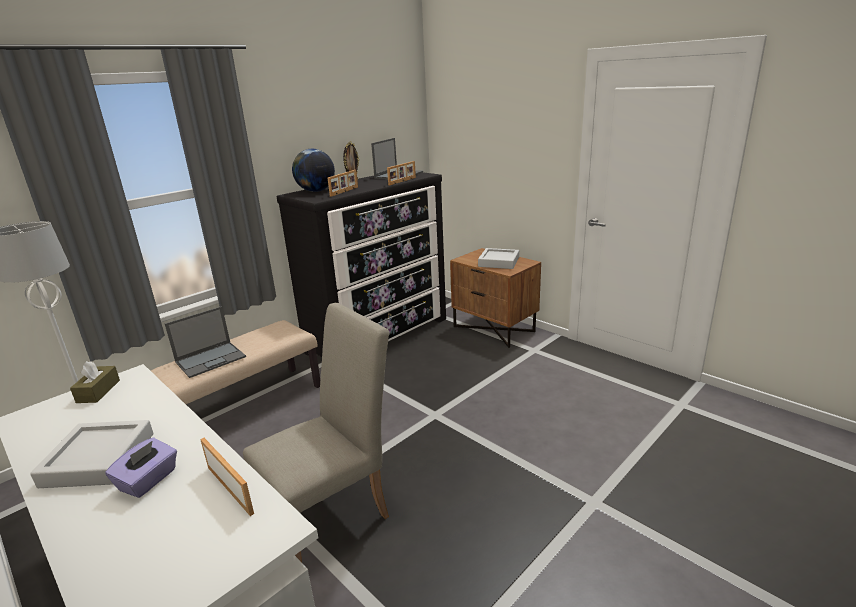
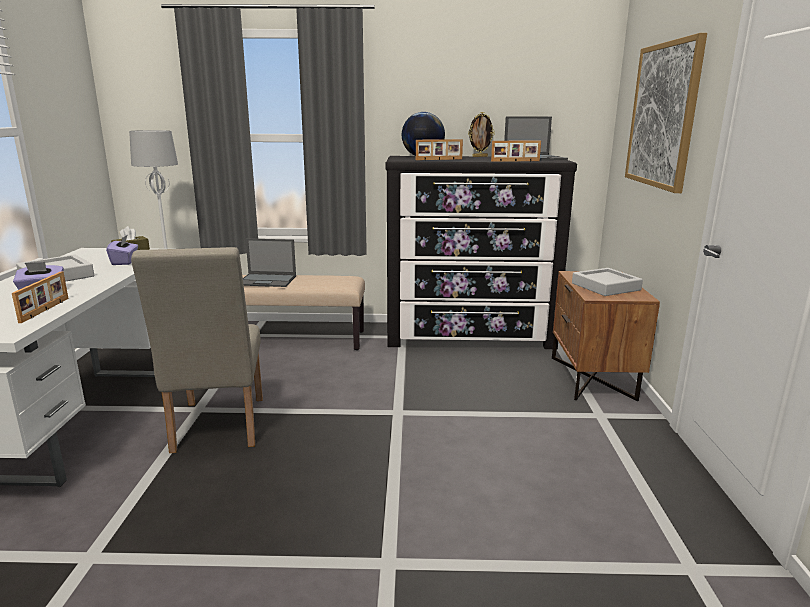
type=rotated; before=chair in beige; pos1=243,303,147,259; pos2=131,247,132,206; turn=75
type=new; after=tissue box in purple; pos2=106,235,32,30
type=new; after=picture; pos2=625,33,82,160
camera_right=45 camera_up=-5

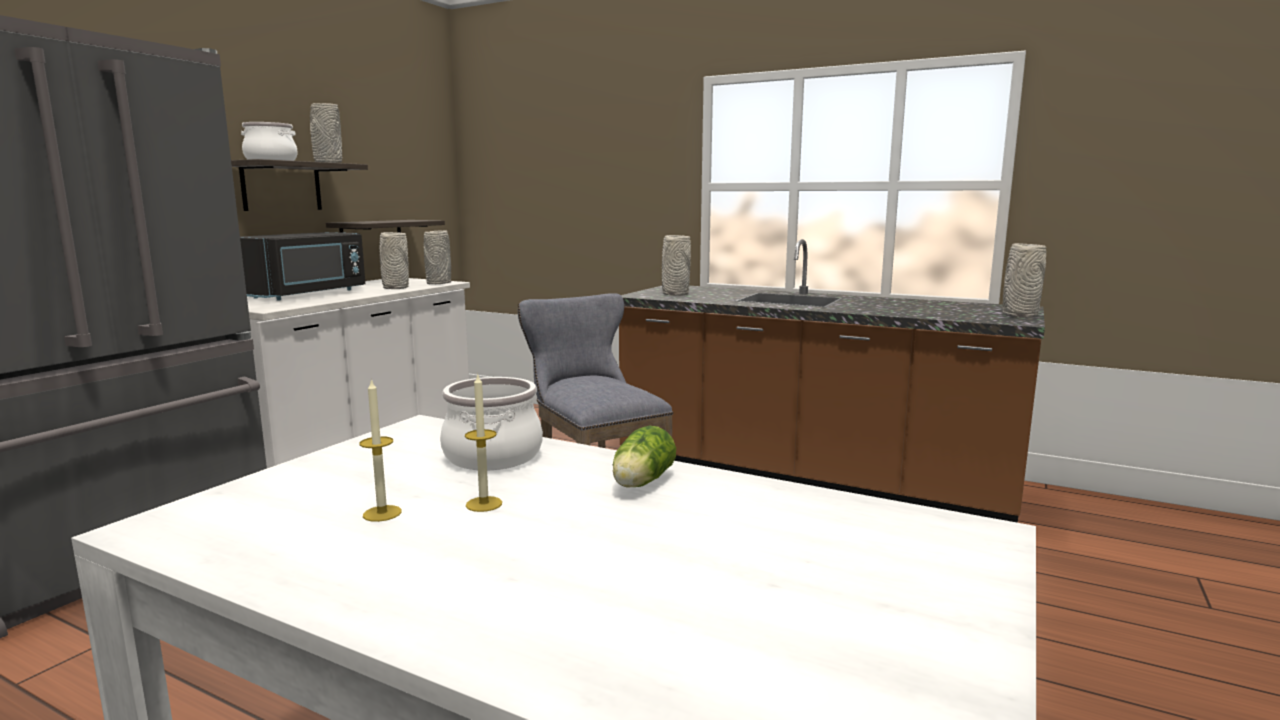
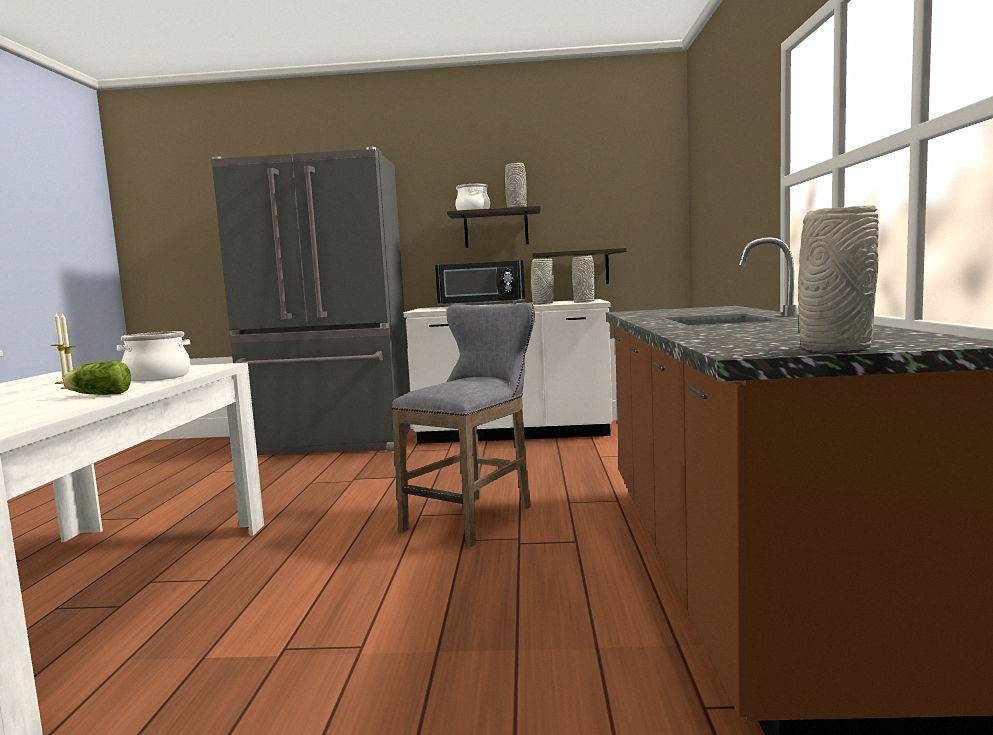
type=gone; before=vase in grey; pos1=662,235,29,61
camera_right=65 camera_up=-5

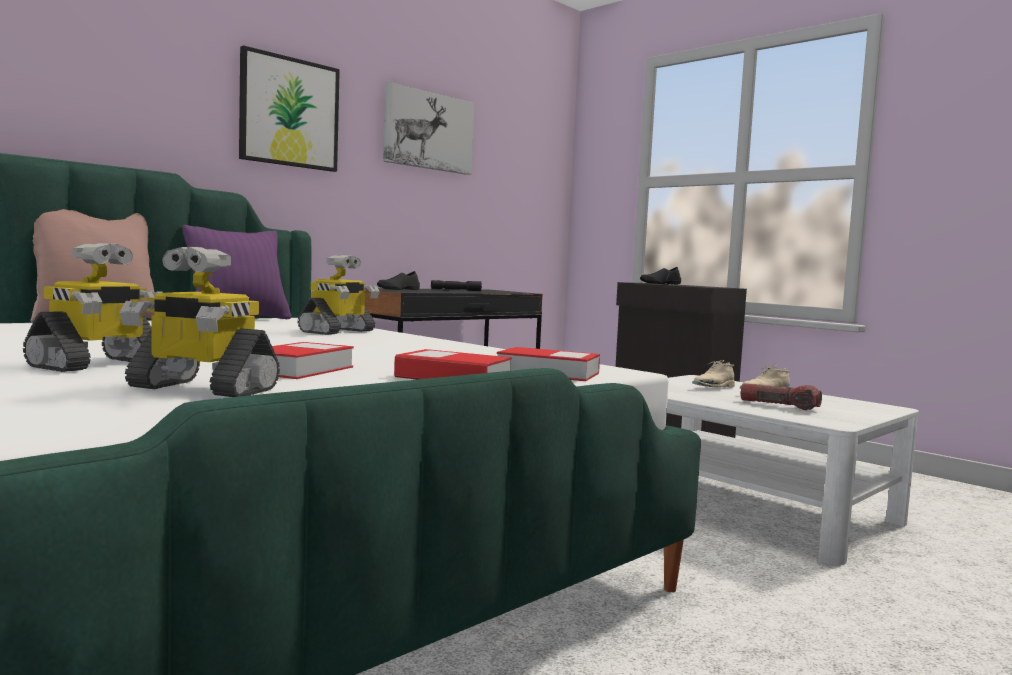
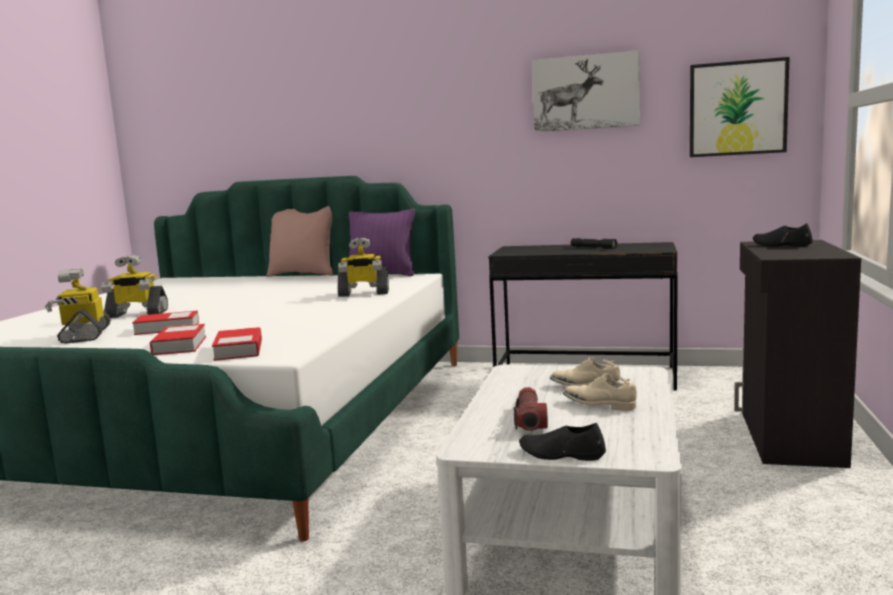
type=shifted; before=picture; pos1=239,45,101,127; pos2=690,57,100,100
type=shifted; before=shoe in black; pos1=377,271,43,19; pos2=519,423,87,38
camera_right=60 camera_up=5

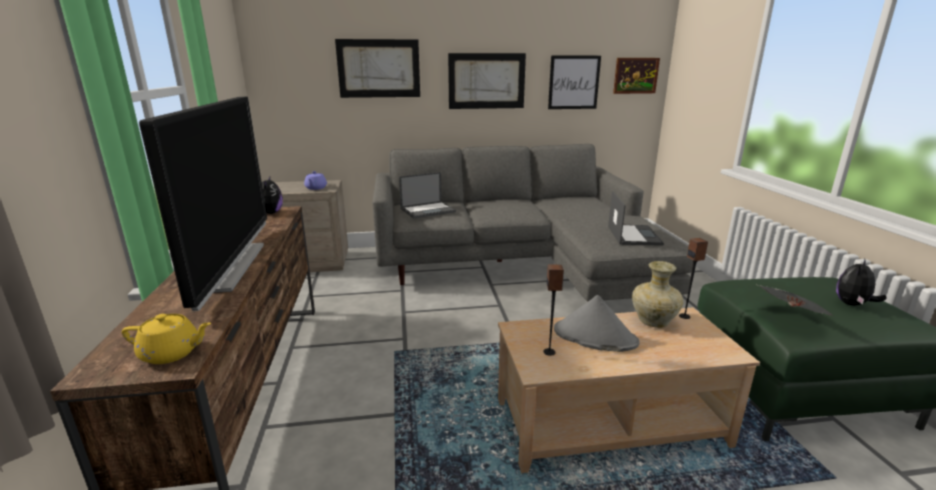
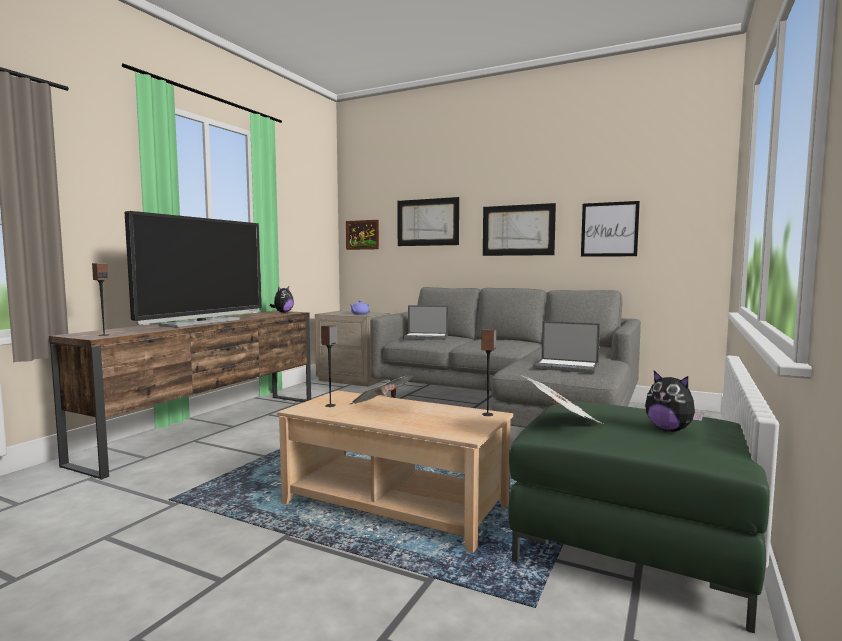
type=swapped; before=teapot in yellow; after=speaker; pos1=122,314,89,50; pos2=92,263,18,73
type=swapped; before=hat in grey; after=newspaper; pos1=554,295,86,57; pos2=350,375,64,29
type=rotated; before=laptop; pos1=608,191,56,55; pos2=533,321,67,52; turn=75
type=shifted; before=picture; pos1=613,58,47,36; pos2=346,220,33,30
type=gone; before=vase in beige; pos1=632,261,51,67
type=rotated; before=plush toy; pos1=836,259,51,47; pos2=645,371,59,60; turn=-120
camera_right=35 camera_up=-15

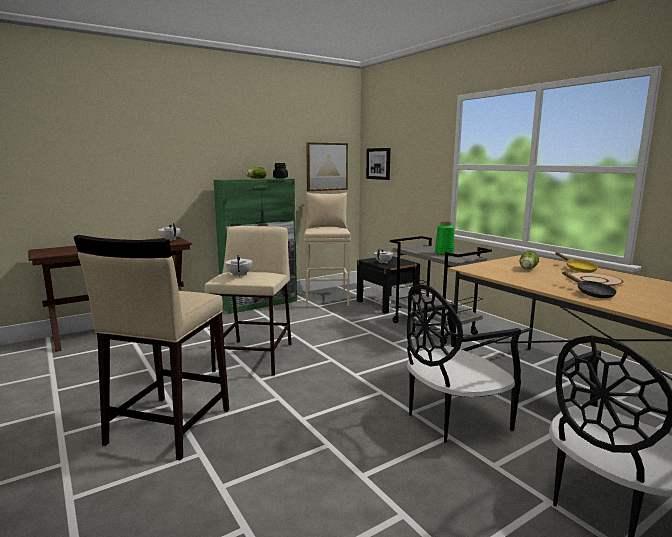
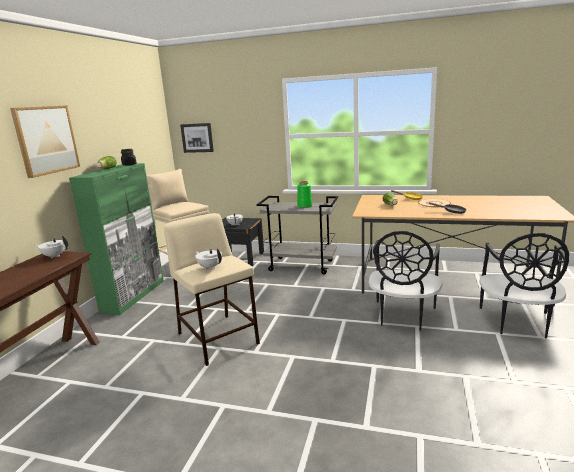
type=gone; before=stool in beige; pos1=74,235,155,226
type=shifted; before=picture; pos1=306,142,42,49; pos2=10,105,70,73
camera_right=-40 camera_up=5

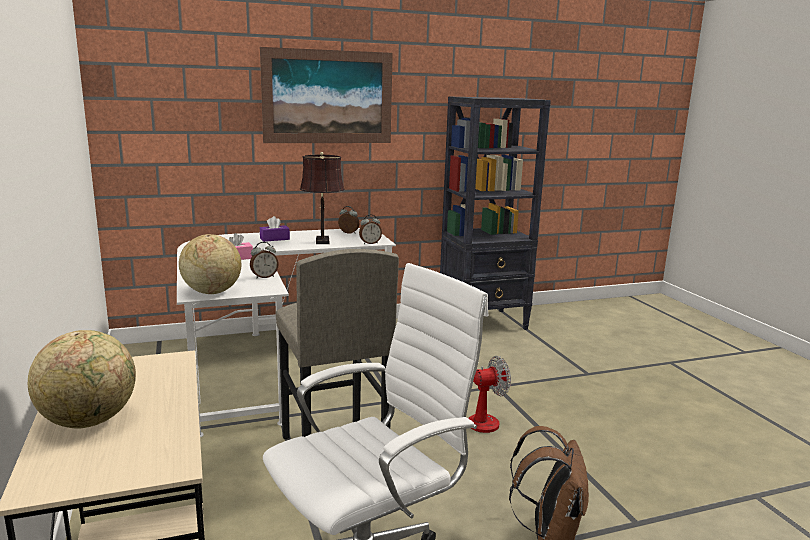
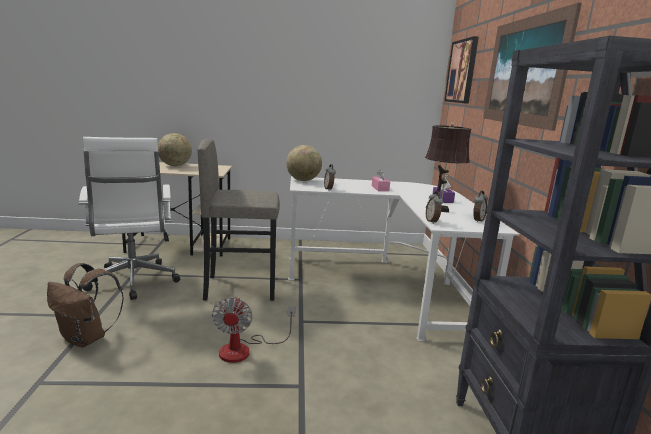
type=new; after=picture; pos2=444,36,35,68
camera_right=105 camera_up=0

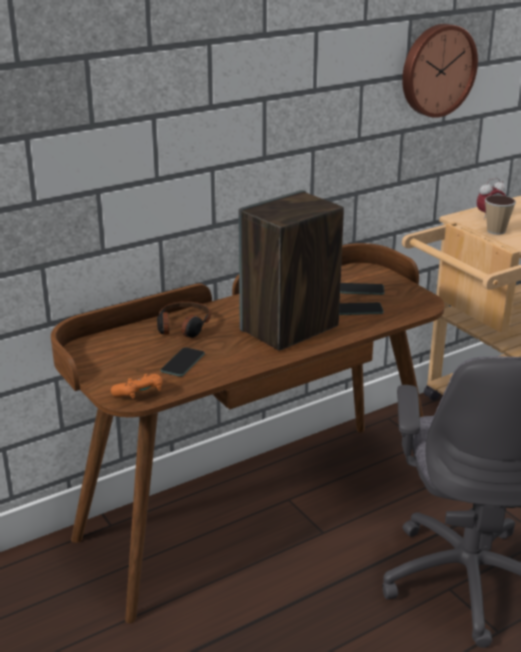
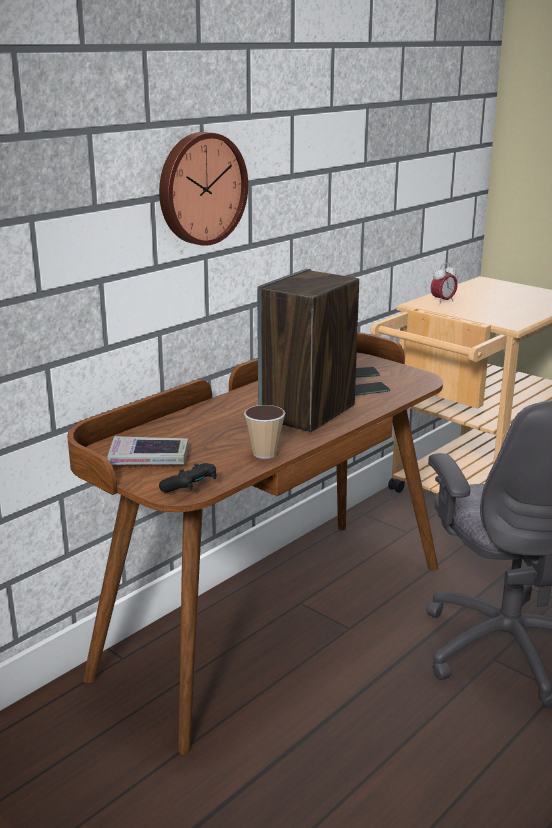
type=repainted; before=game controller in orange; after=game controller in black; pos1=111,374,51,25; pos2=159,463,57,30
type=gone; before=headphones; pos1=157,302,54,36
type=gone; before=phone; pos1=160,347,45,30
type=shifted; before=wall clock; pos1=402,24,76,94; pos2=159,132,89,114
type=shifted; before=cup; pos1=485,195,31,40; pos2=244,405,42,54
type=new; after=book; pos2=107,436,81,29
camera_right=-15 camera_up=-5

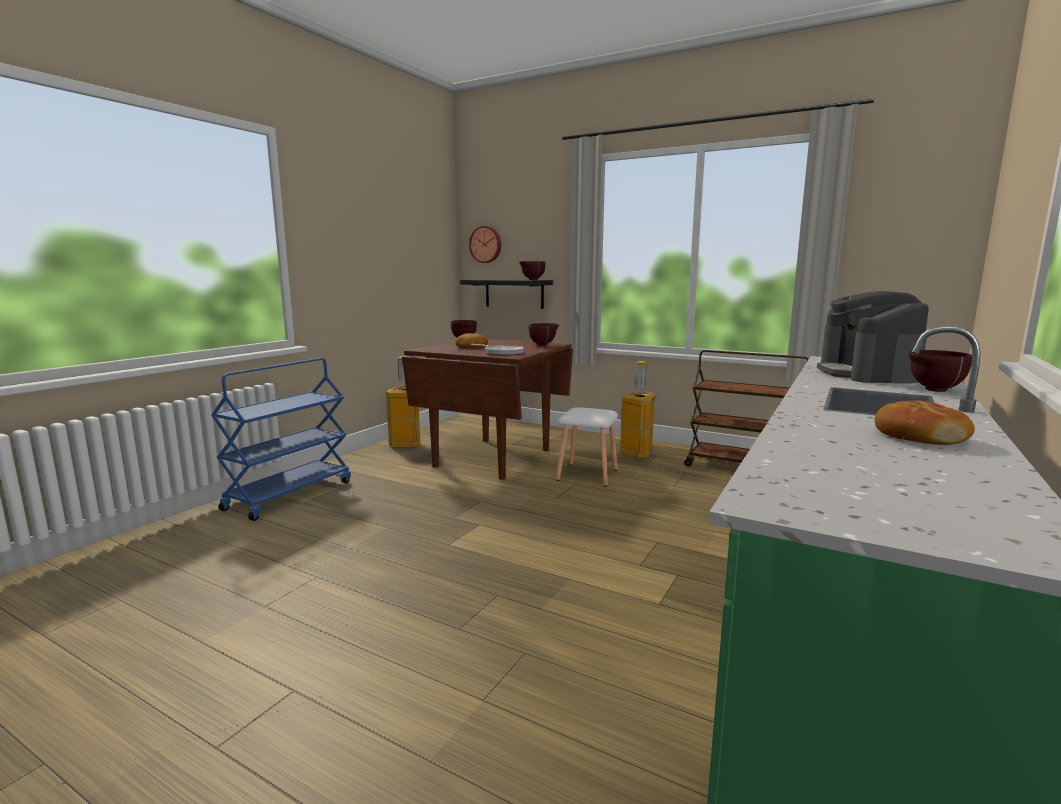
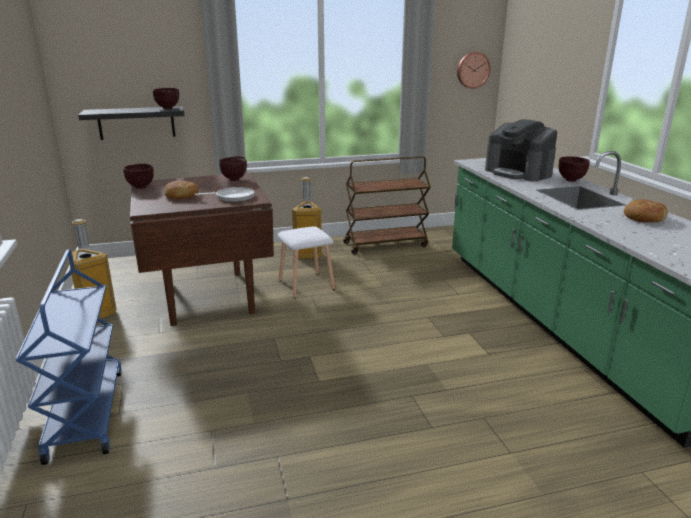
type=shifted; before=wall clock; pos1=469,226,32,37; pos2=457,52,34,37
camera_right=-45 camera_up=10

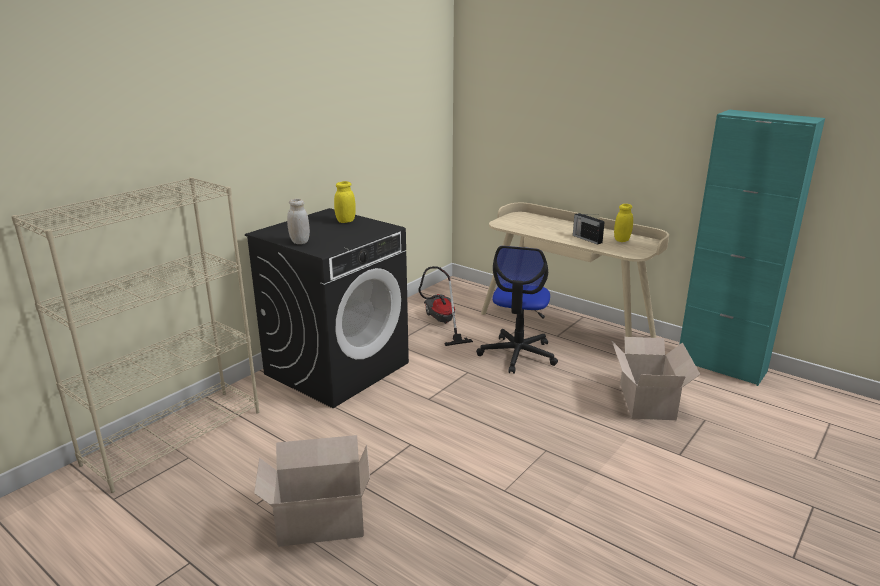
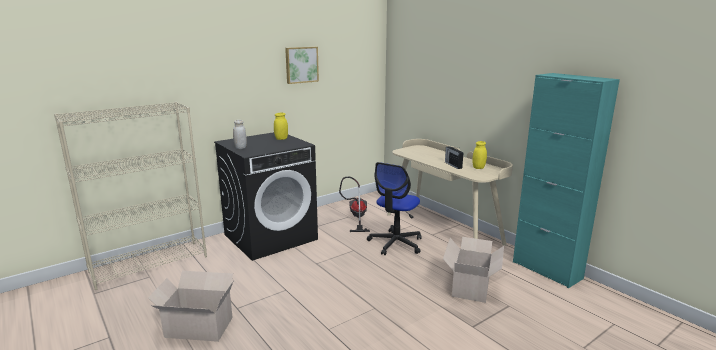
type=new; after=picture; pos2=285,47,34,37
camera_right=15 camera_up=-5

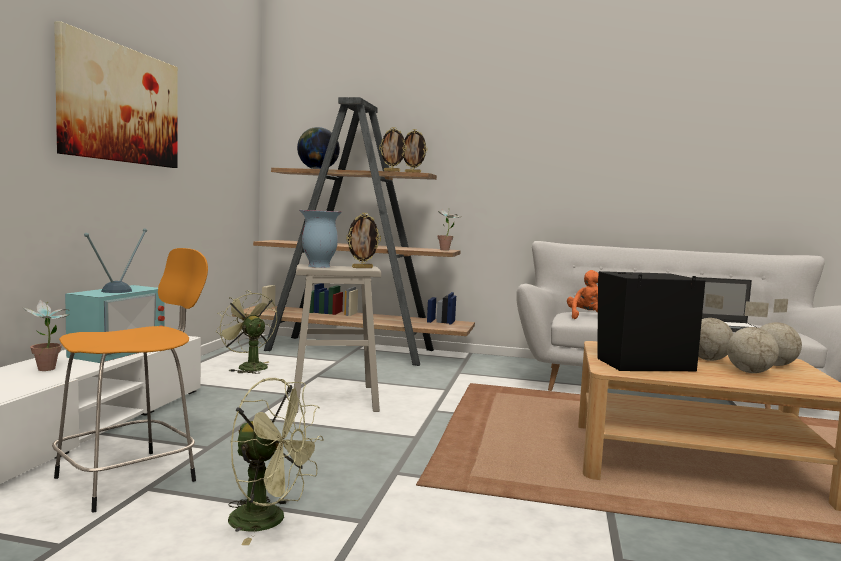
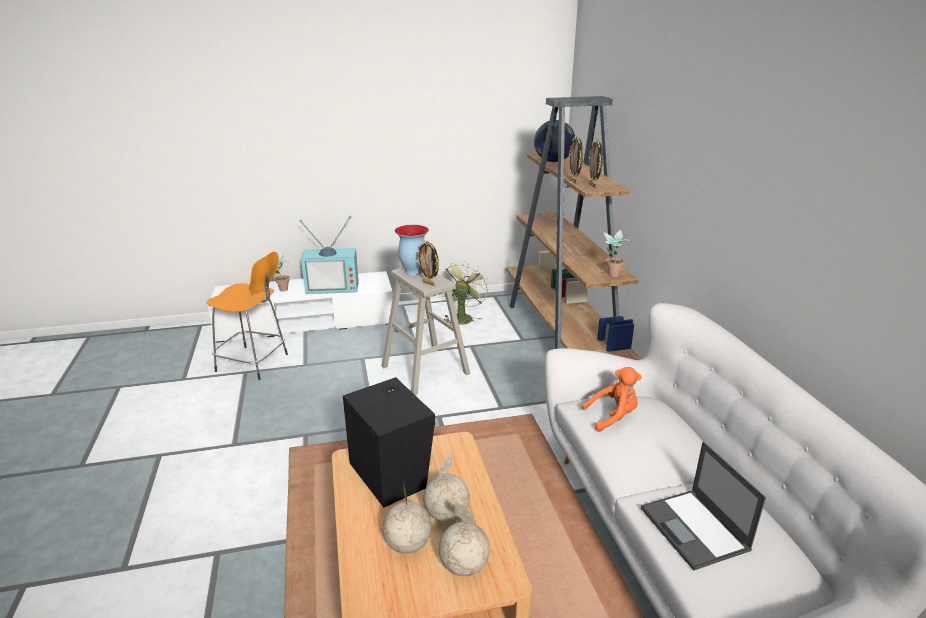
type=gone; before=picture; pos1=54,21,124,147
type=gone; before=fan in green; pos1=228,378,96,167
camera_right=65 camera_up=20

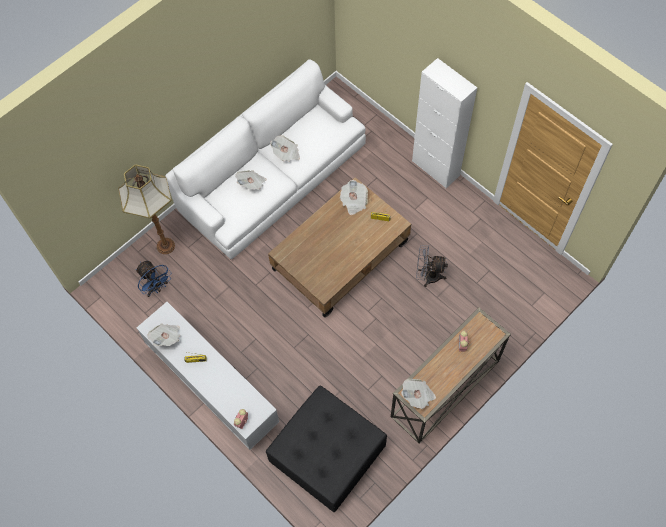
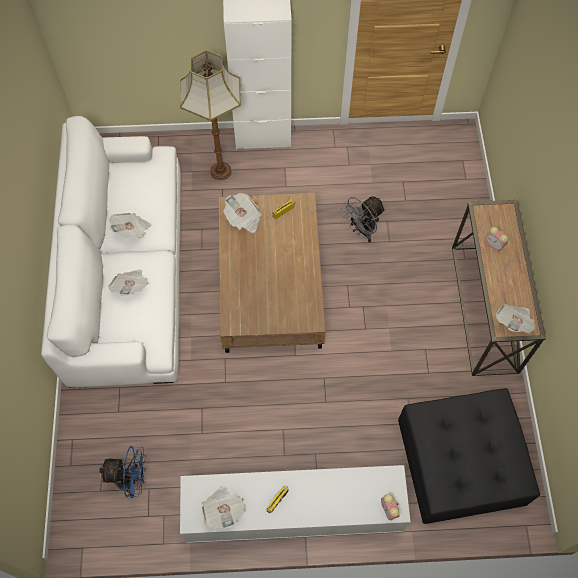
type=shifted; before=floor lamp; pos1=118,165,57,89; pos2=180,50,61,130
camera_right=-50 camera_up=0

